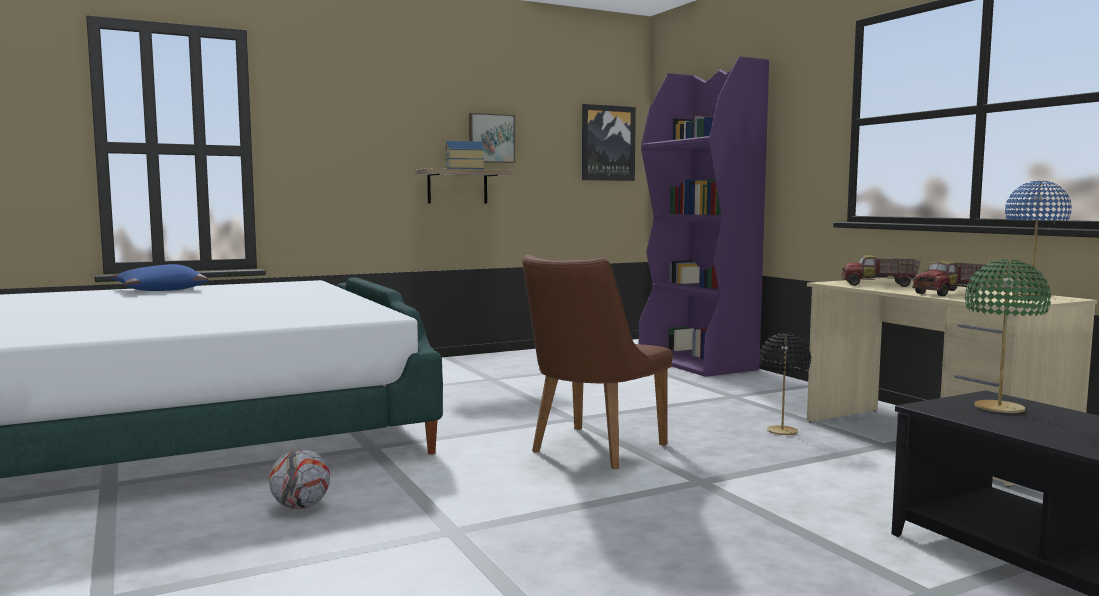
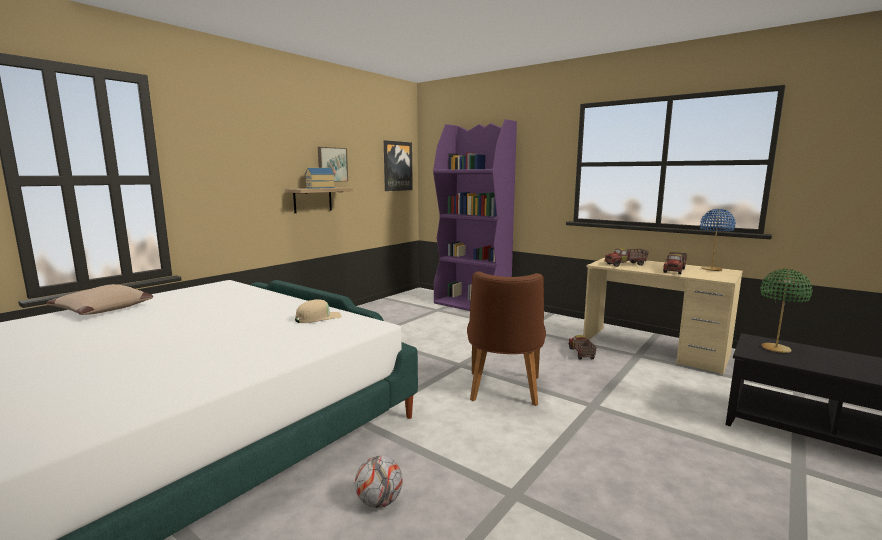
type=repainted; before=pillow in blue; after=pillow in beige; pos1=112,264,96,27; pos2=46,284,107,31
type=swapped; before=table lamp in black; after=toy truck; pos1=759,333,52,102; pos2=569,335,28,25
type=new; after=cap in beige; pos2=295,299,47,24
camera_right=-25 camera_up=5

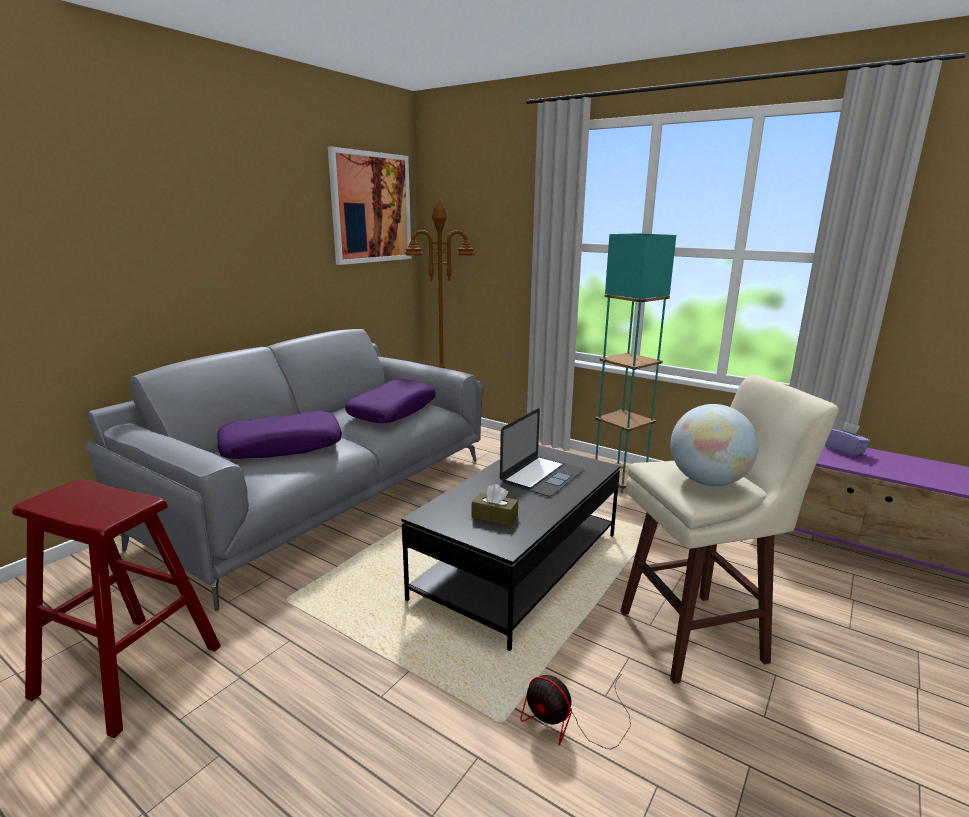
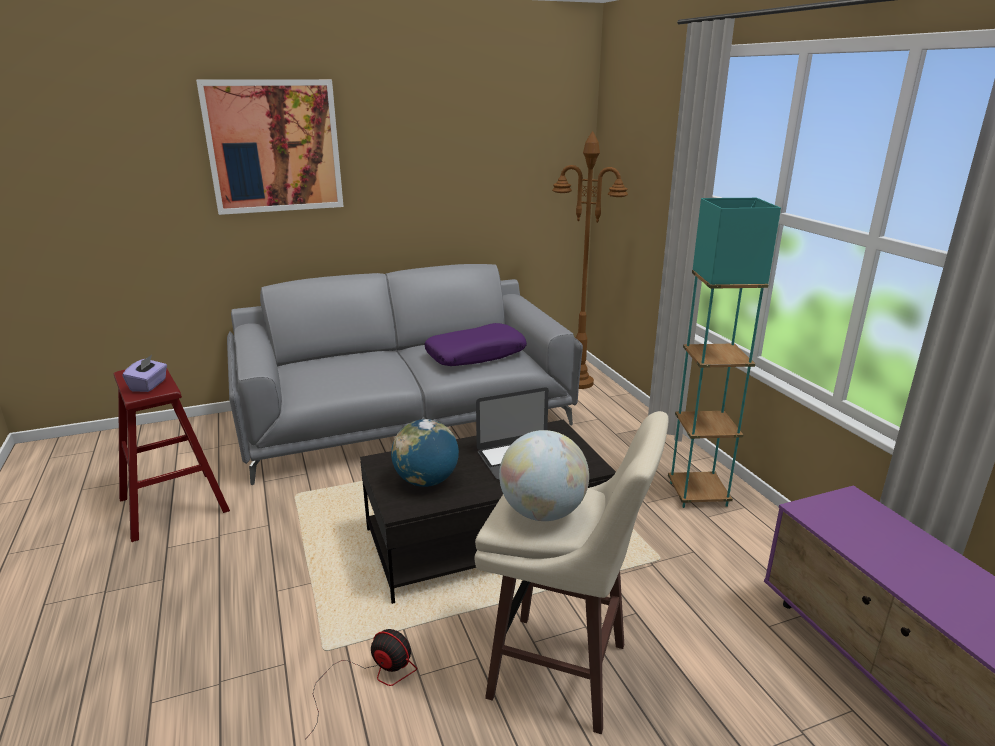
type=gone; before=pillow in purple; pos1=217,411,125,48
type=shifted; before=picture; pos1=328,147,83,118; pos2=196,79,148,136
type=swapped; before=tissue box in brown; after=globe; pos1=472,484,46,42; pos2=391,419,68,68
type=rotated; before=fan; pos1=521,675,110,74; pos2=305,629,112,111; turn=135
type=shifted; before=tissue box in purple; pos1=825,421,46,35; pos2=123,355,44,37
camera_right=35 camera_up=5

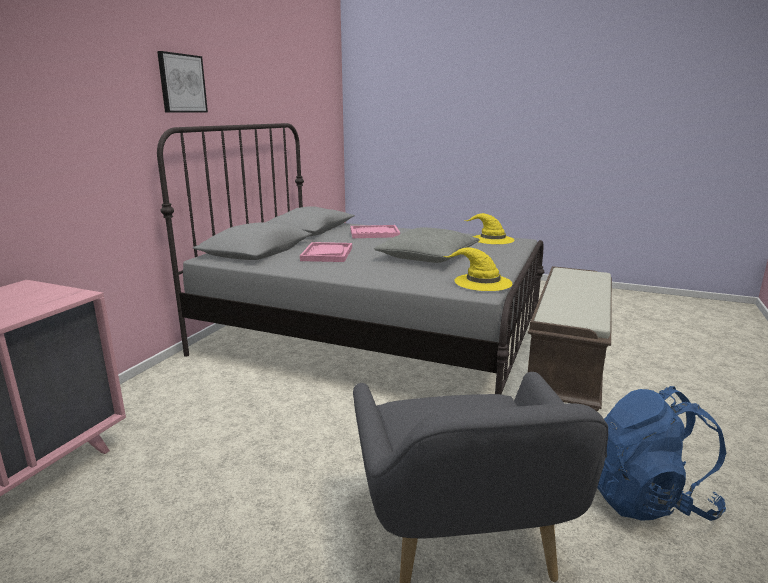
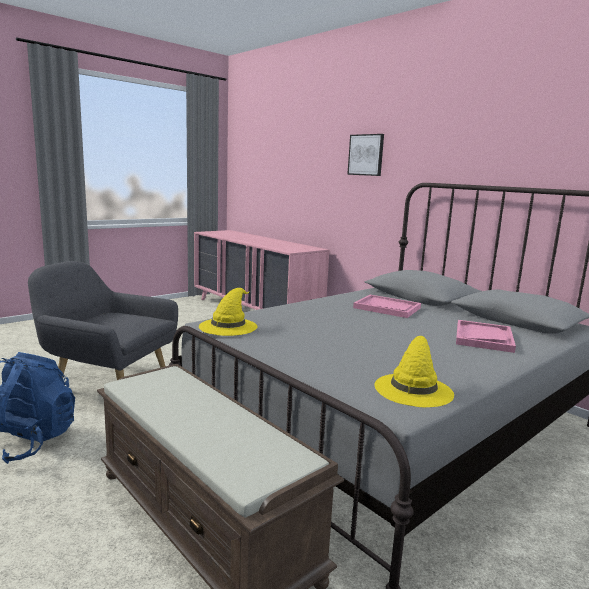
type=shifted; before=picture; pos1=157,51,51,62; pos2=347,134,37,42
type=gone; before=pillow in grey; pos1=374,227,106,36
camera_right=115 camera_up=-5

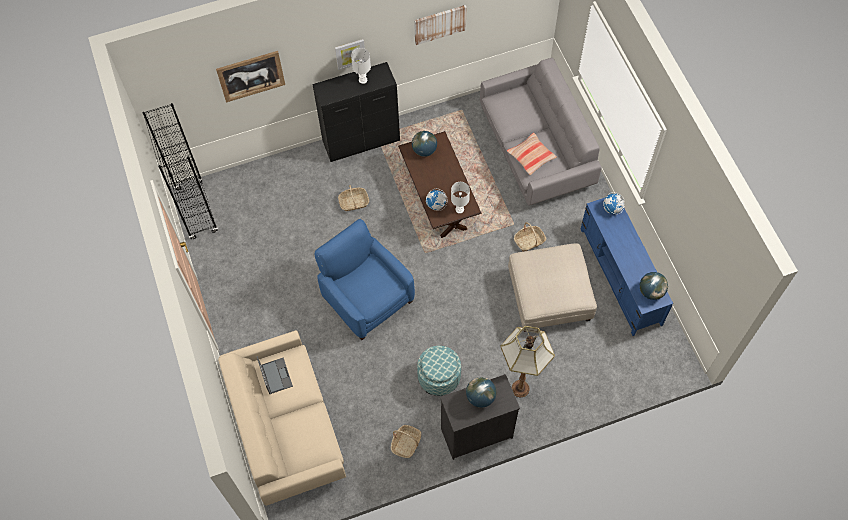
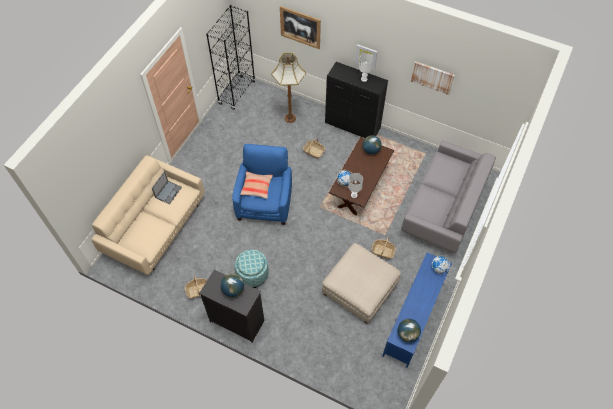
type=shifted; before=floor lamp; pos1=500,326,55,71; pos2=271,52,35,71
type=shifted; before=pillow; pos1=507,133,50,42; pos2=240,172,33,27
camera_right=45 camera_up=-5

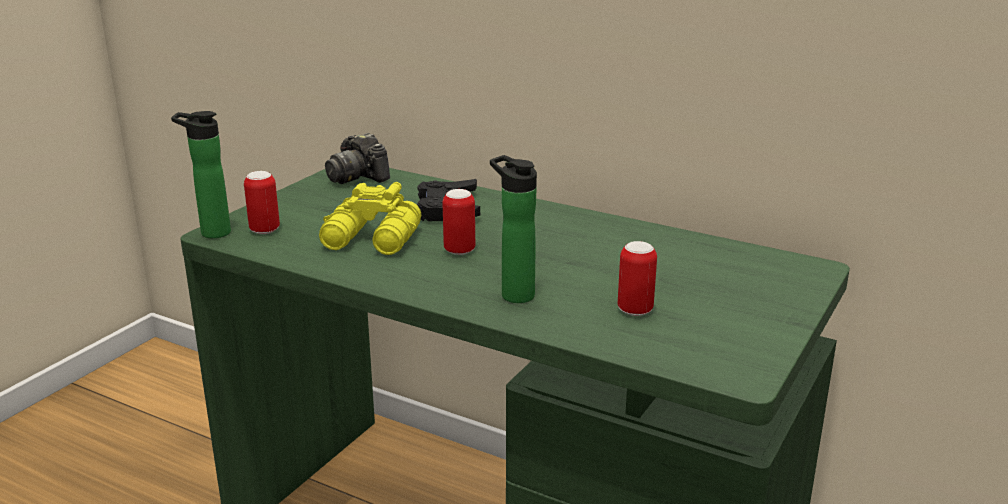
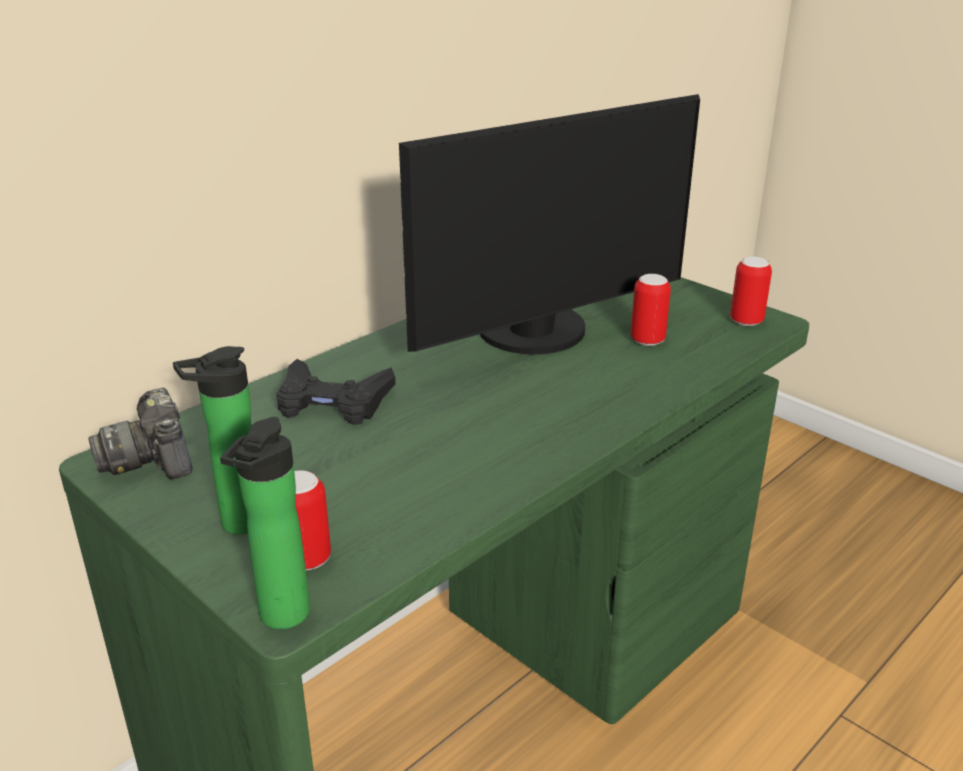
type=gone; before=binoculars in yellow; pos1=319,182,102,73
type=rotated; before=photo camera; pos1=325,133,65,51; pos2=89,388,103,92; turn=90
type=shifted; before=can; pos1=442,189,33,66; pos2=730,257,42,69
type=shifted; before=bottle; pos1=490,155,47,148; pos2=173,346,79,189
type=new; after=monitor; pos2=399,94,301,260
camera_right=-75 camera_up=5

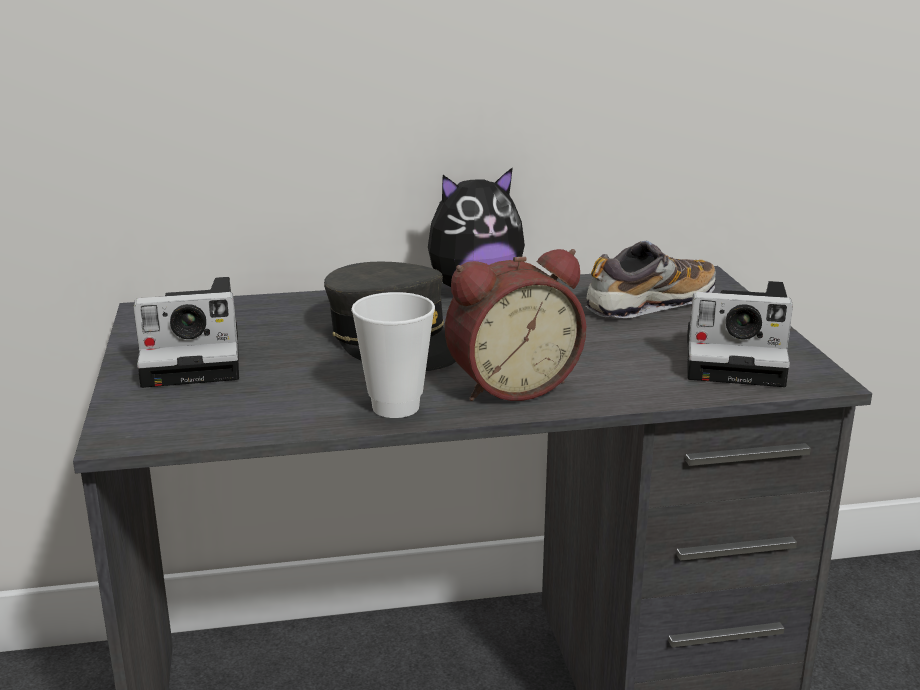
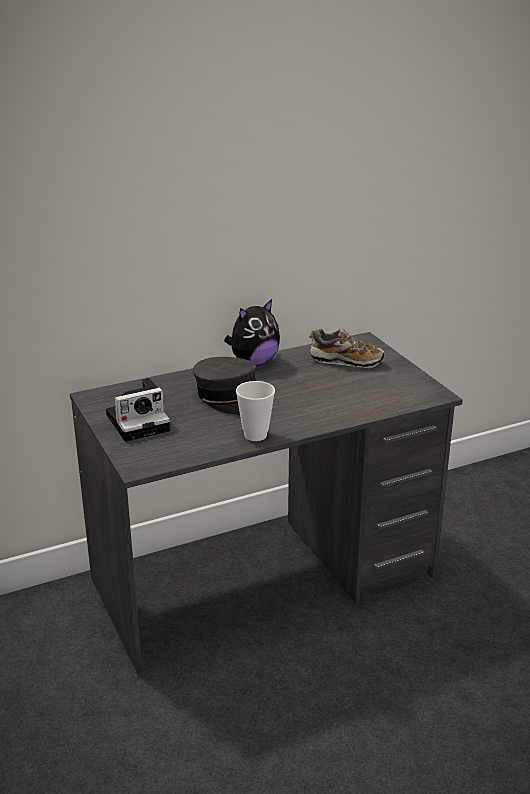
type=gone; before=alarm clock; pos1=445,249,141,152
type=rotated; before=shoe; pos1=586,241,130,77; pos2=309,328,76,40; turn=60
type=gone; before=photo camera; pos1=687,281,106,106
camera_right=-15 camera_up=5

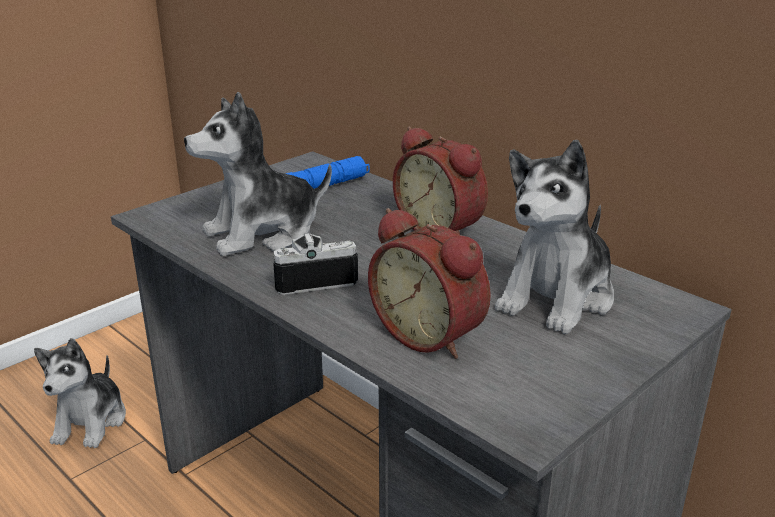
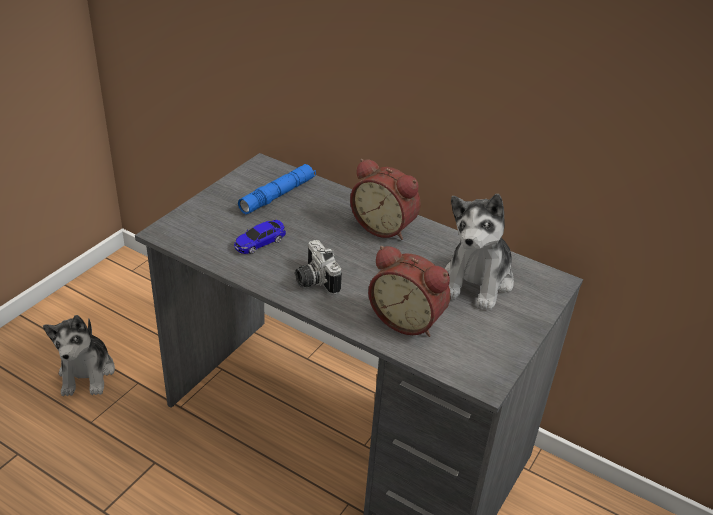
type=swapped; before=plush toy; after=toy car; pos1=184,92,148,164; pos2=234,220,52,34
type=rotated; before=photo camera; pos1=273,233,85,62; pos2=295,240,47,55; turn=-90
camera_right=-15 camera_up=10

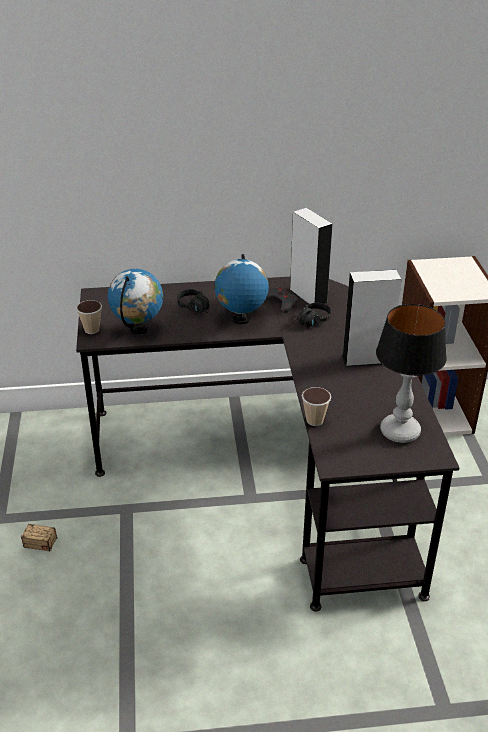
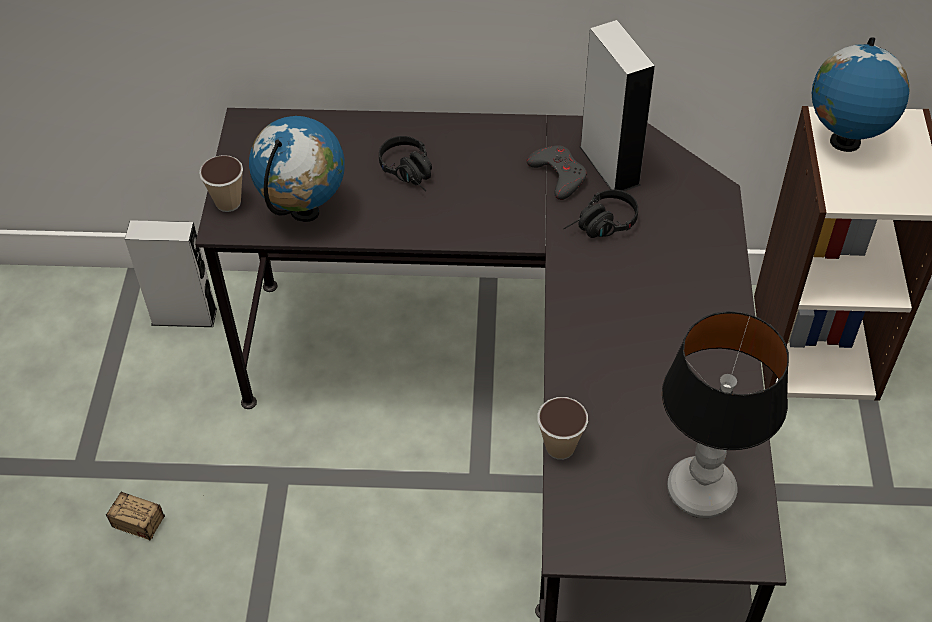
type=shifted; before=globe; pos1=215,254,54,70; pos2=812,37,98,115
type=shifted; before=speaker in grey; pos1=342,270,59,97; pos2=125,220,92,107
camera_right=10 camera_up=15

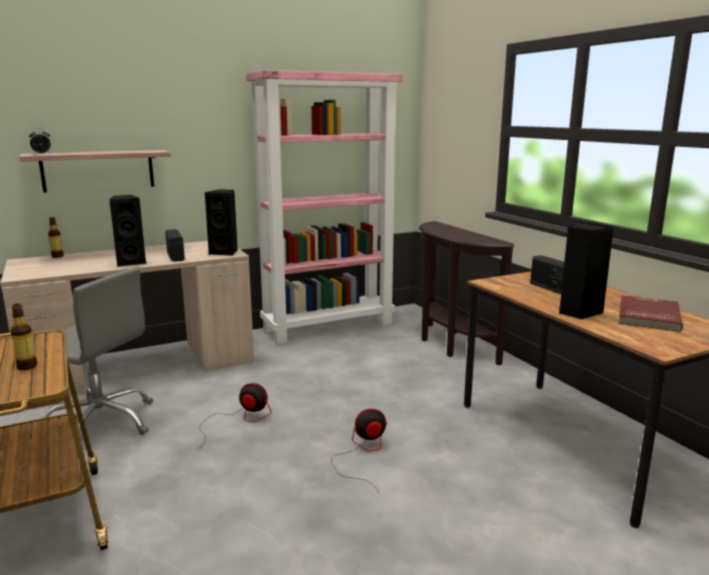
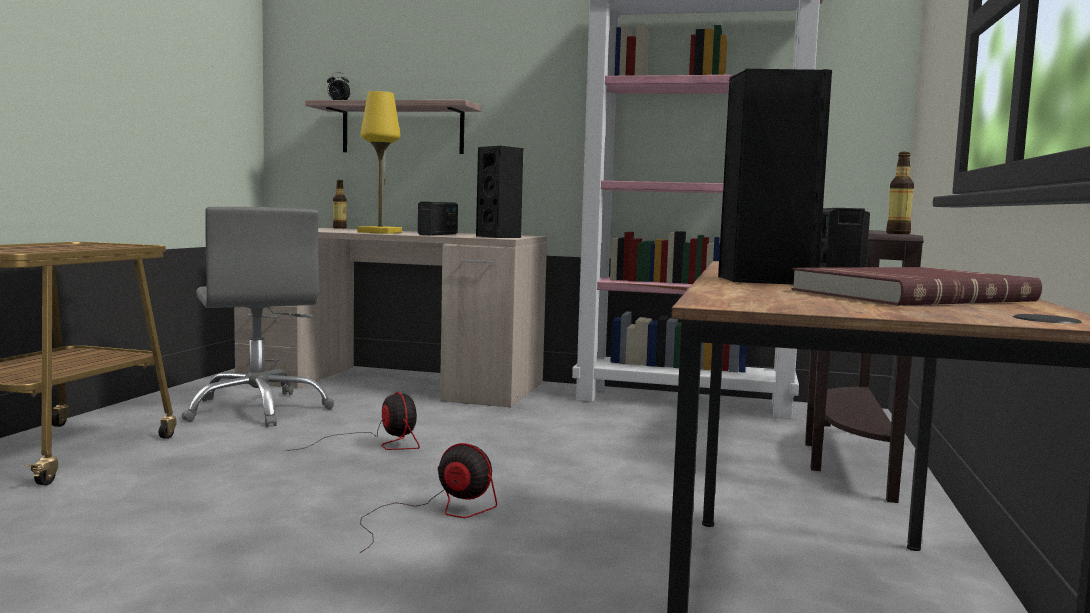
type=shifted; before=bottle; pos1=11,304,26,66; pos2=886,152,28,82
type=swapped; before=speaker in black; after=table lamp in yellow; pos1=109,195,37,72; pos2=357,91,45,143
camera_right=40 camera_up=-10

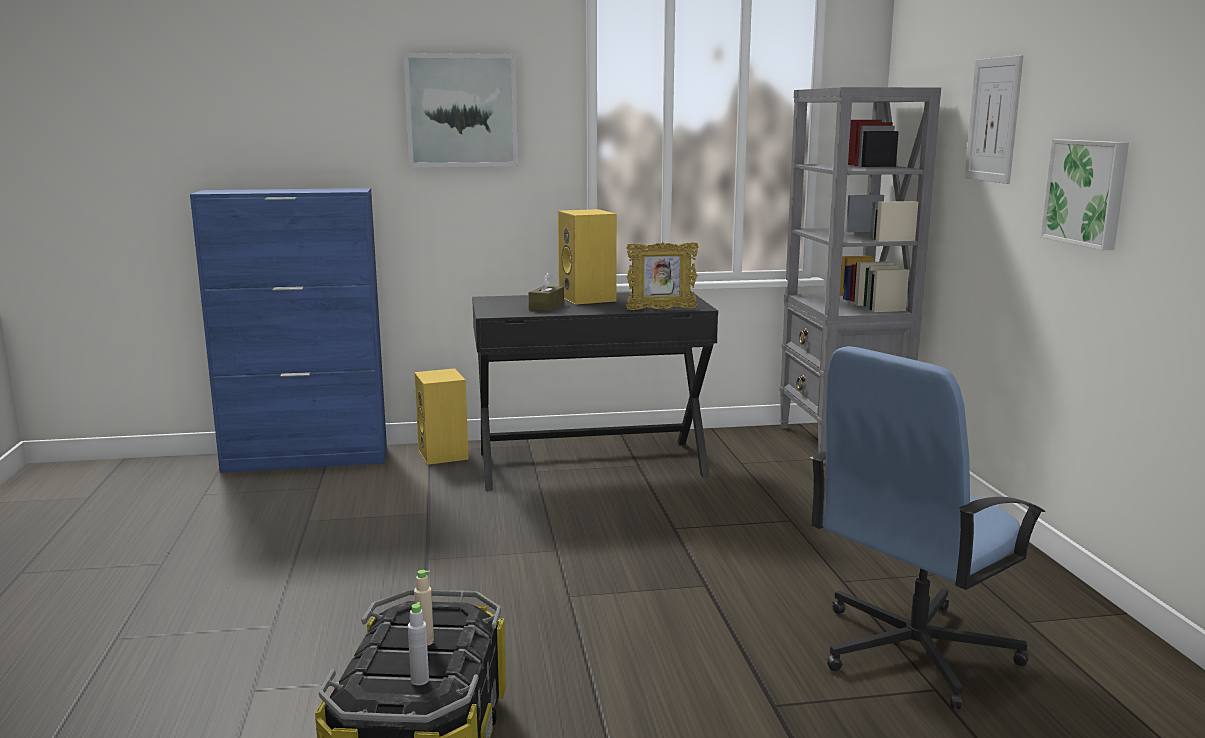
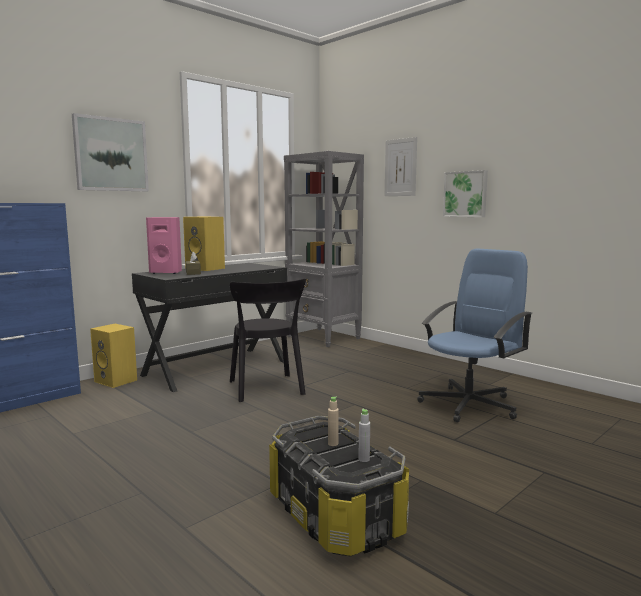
type=gone; before=picture frame; pos1=626,242,73,68
type=rotated; before=office chair in blue; pos1=810,346,236,363; pos2=417,248,115,175; turn=-150
type=new; after=speaker in pink; pos2=146,217,36,57
type=new; after=chair in black; pos2=230,279,76,123
camera_right=-35 camera_up=-5

